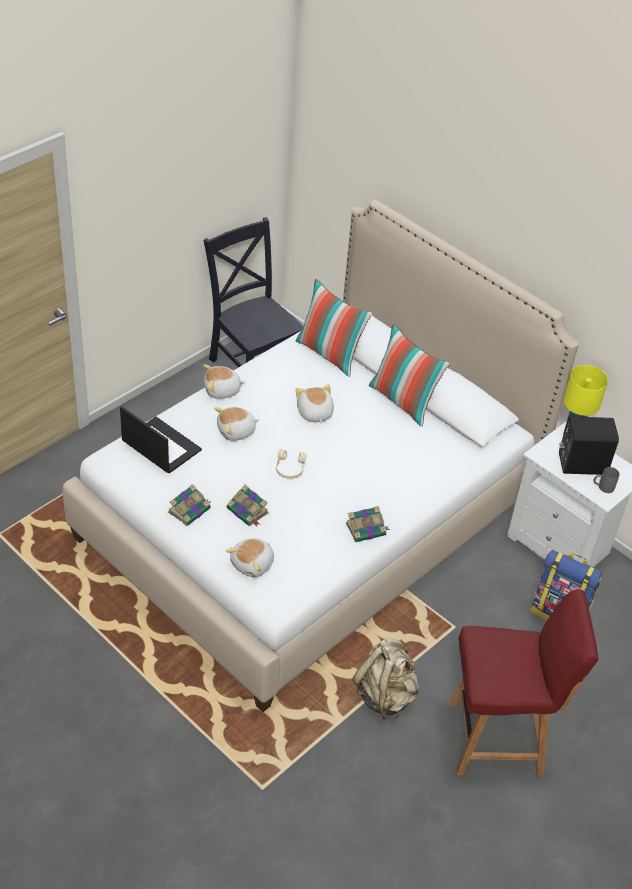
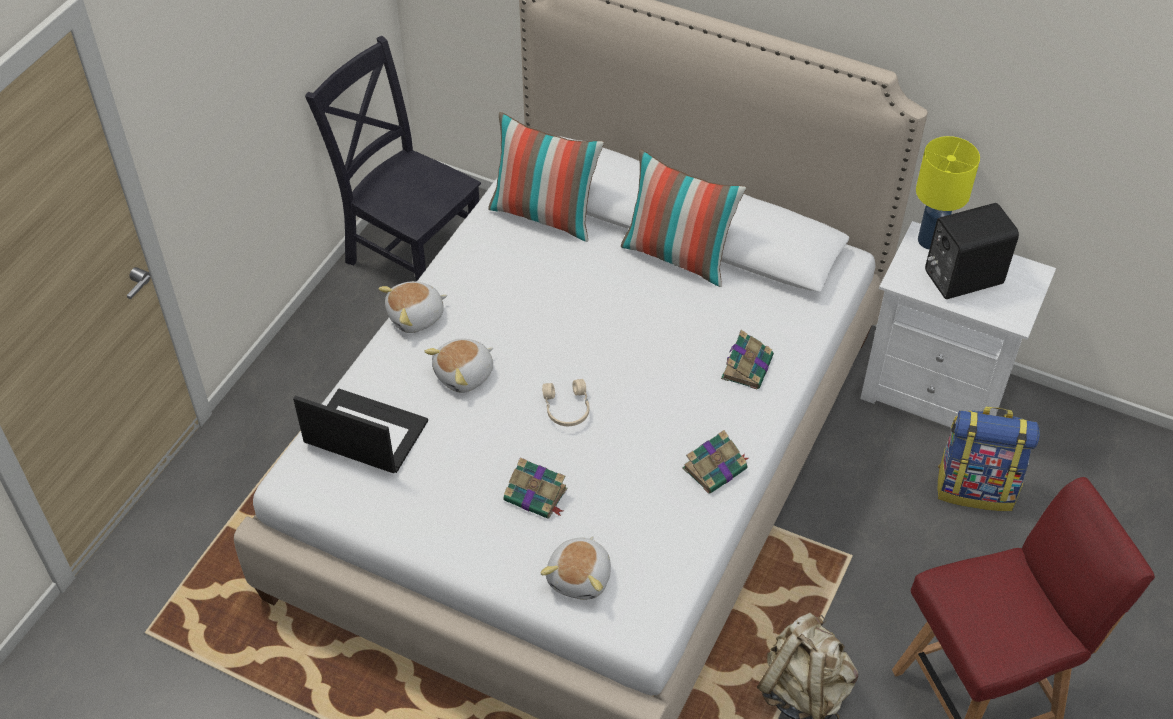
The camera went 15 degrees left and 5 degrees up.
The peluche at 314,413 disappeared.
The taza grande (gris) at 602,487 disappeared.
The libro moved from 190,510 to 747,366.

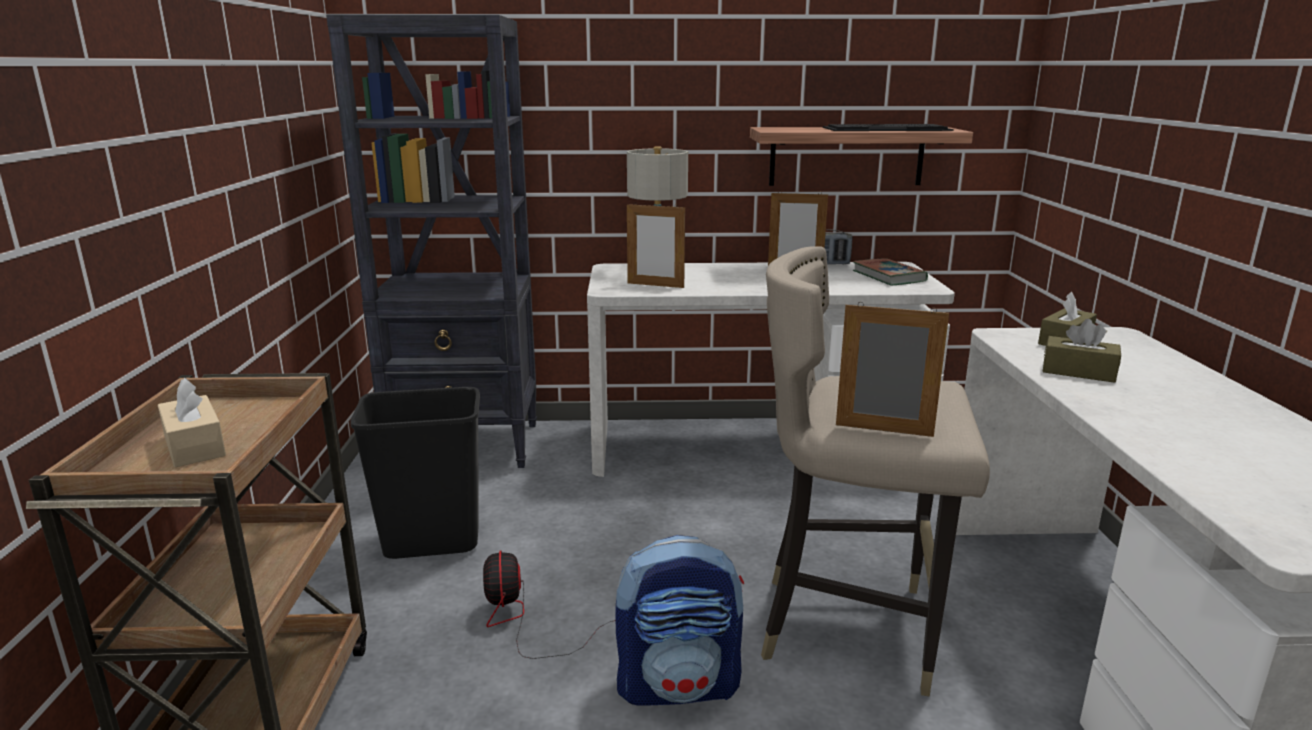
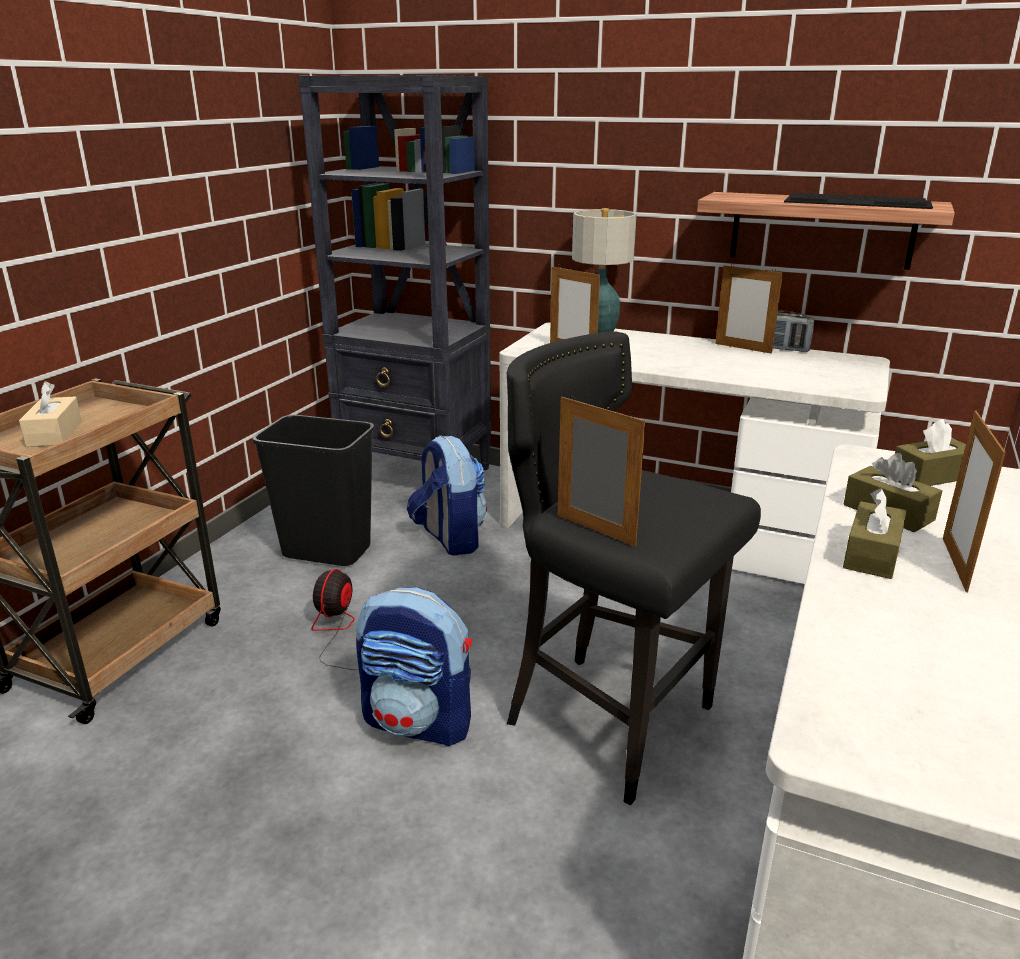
The camera went 25 degrees right and 5 degrees up.
The taburete (beis) at 849,628 became the taburete (negro) at 612,721.
The libro at 888,276 disappeared.
The portarretratos at 954,564 appeared.
The mochila at 449,538 appeared.
The caja de pañuelos (marrón) at 872,554 appeared.

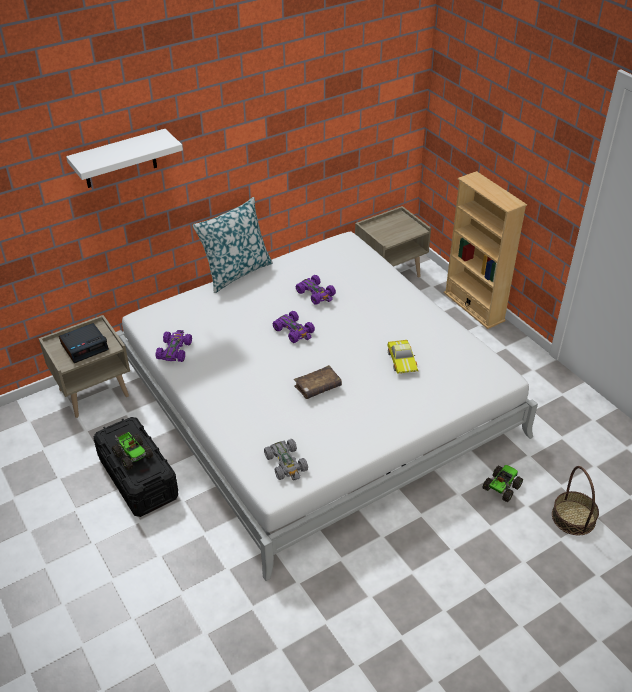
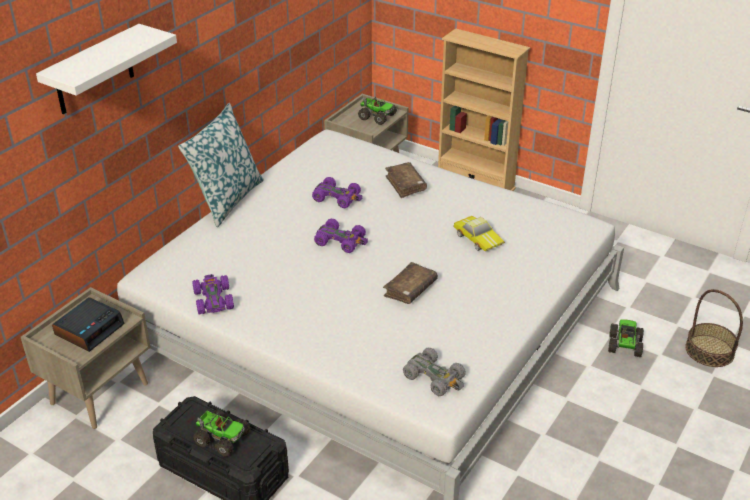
The camera went 25 degrees left and 5 degrees down.
The camión de juguete at 376,116 appeared.
The libro (marrón) at 405,184 appeared.

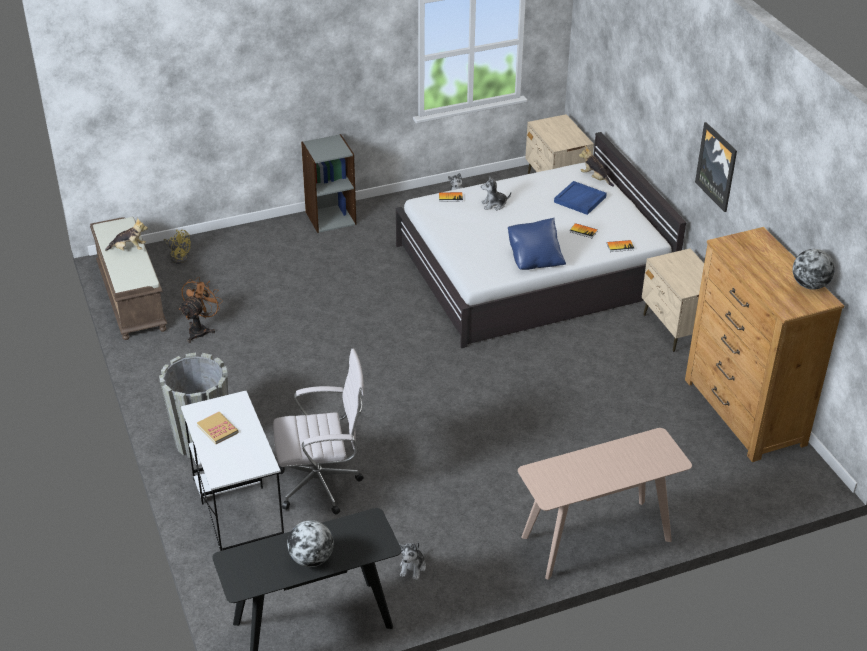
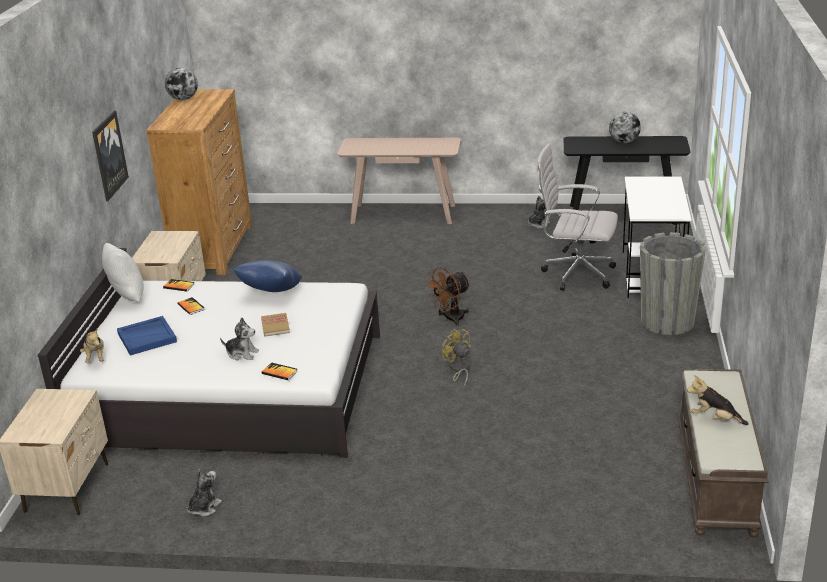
The camera went 150 degrees left and 10 degrees down.
The estantería (gris) at 330,218 disappeared.
The ventilador (amarillo) moved from 178,257 to 459,370.
The ventilador (marrón) moved from 201,330 to 450,319.
The libro moved from 217,429 to 275,326.
The cojín (blanco) at 126,297 appeared.

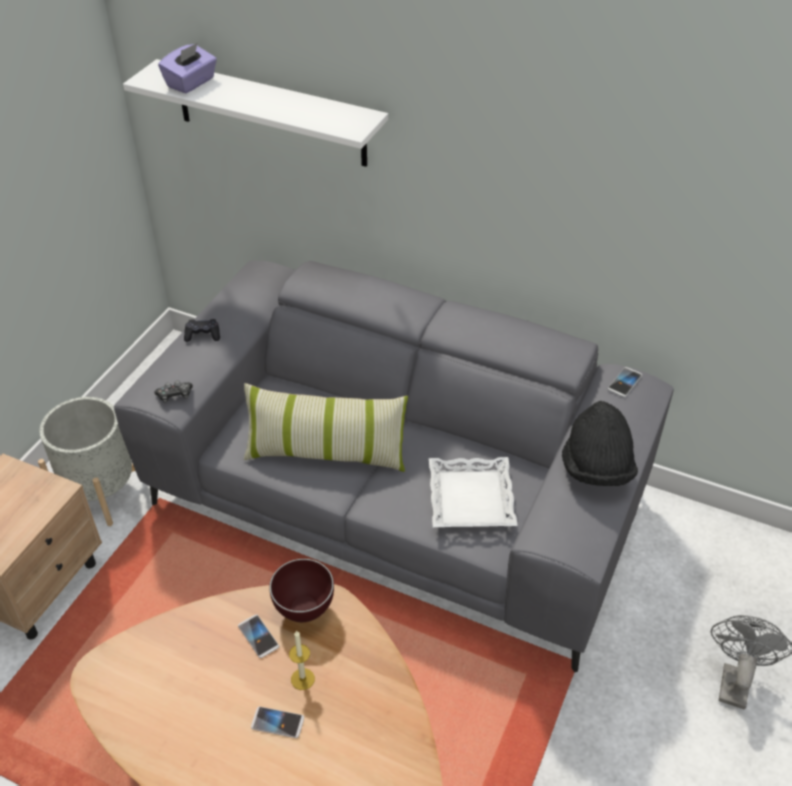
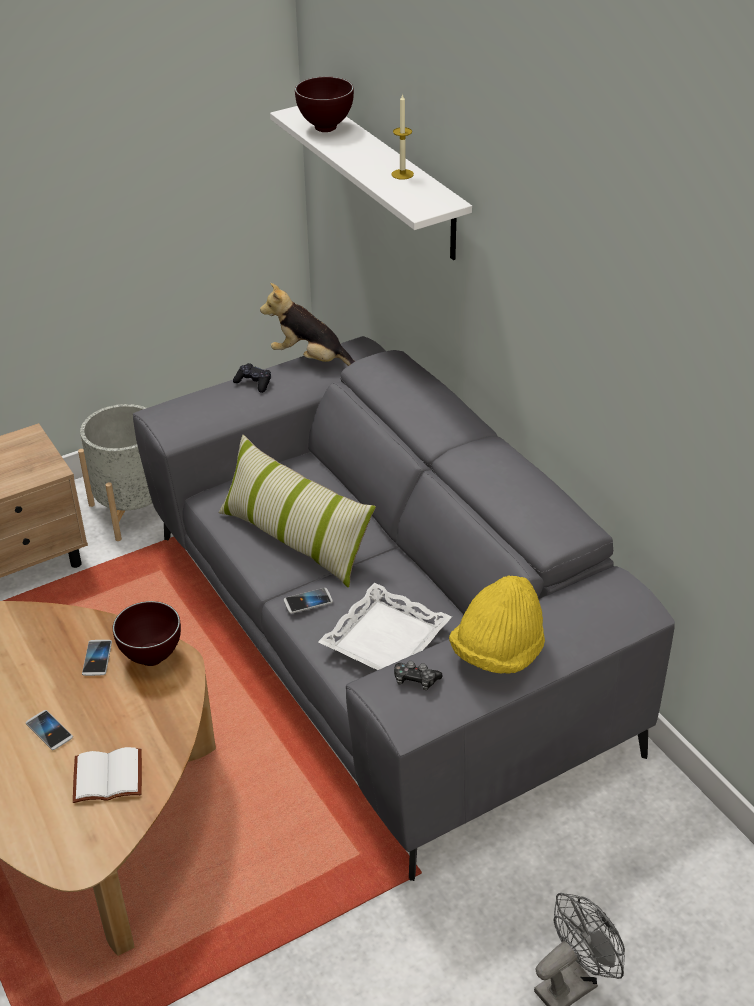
The camera went 35 degrees right and 5 degrees down.
The caja de pañuelos (morado) at 191,83 was replaced by the cuenco (marrón) at 326,128.
The móvil moved from 624,383 to 308,601.
The mando de consola moved from 175,395 to 415,680.
The sombrero (negro) at 596,468 became the sombrero (amarillo) at 498,653.
The vela moved from 302,679 to 402,174.
The peluche at 311,359 appeared.
The libro (blanco) at 106,779 appeared.

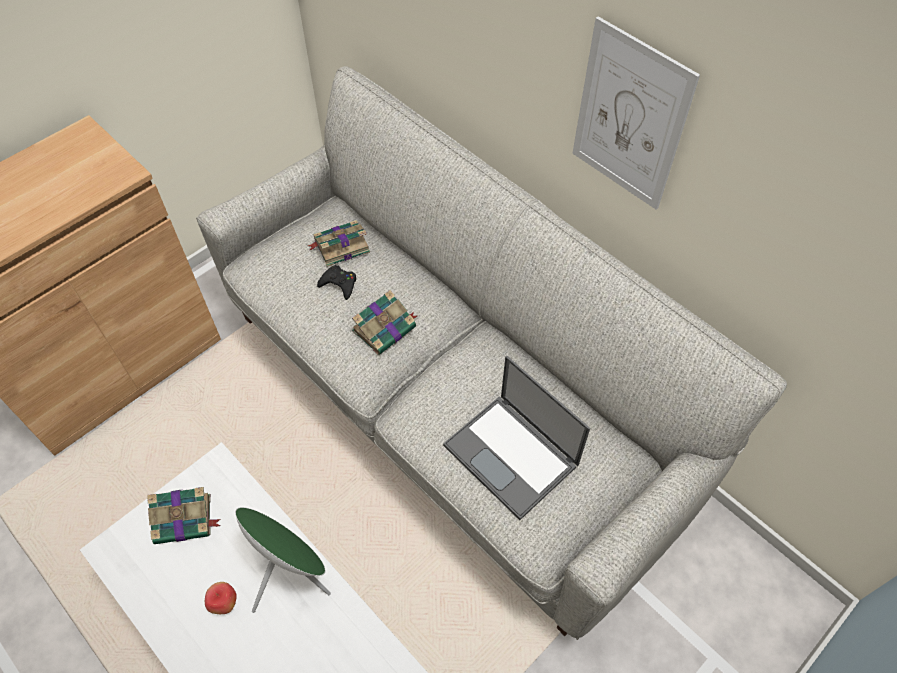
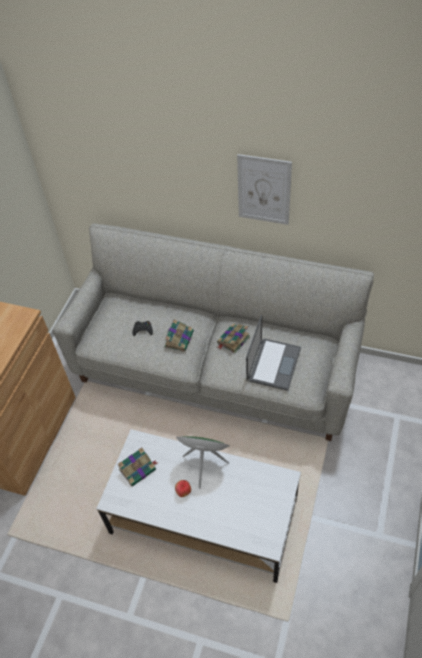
The camera went 25 degrees left and 5 degrees down.
The libro moved from 340,246 to 233,340.
The portátil at 512,456 turned 90 degrees counterclockwise.

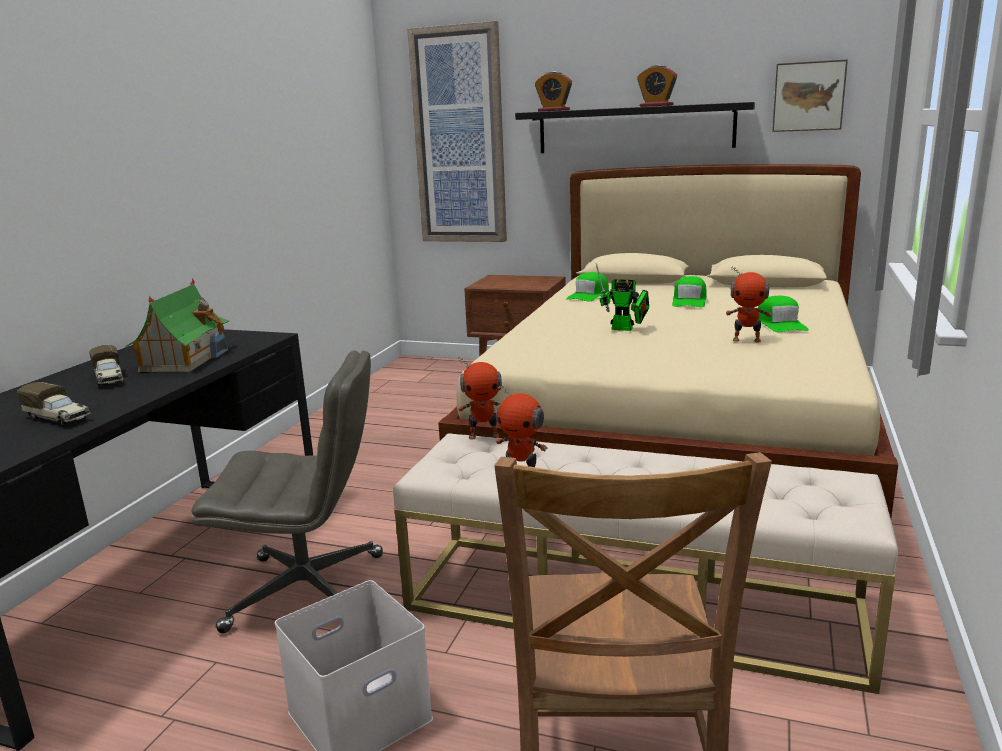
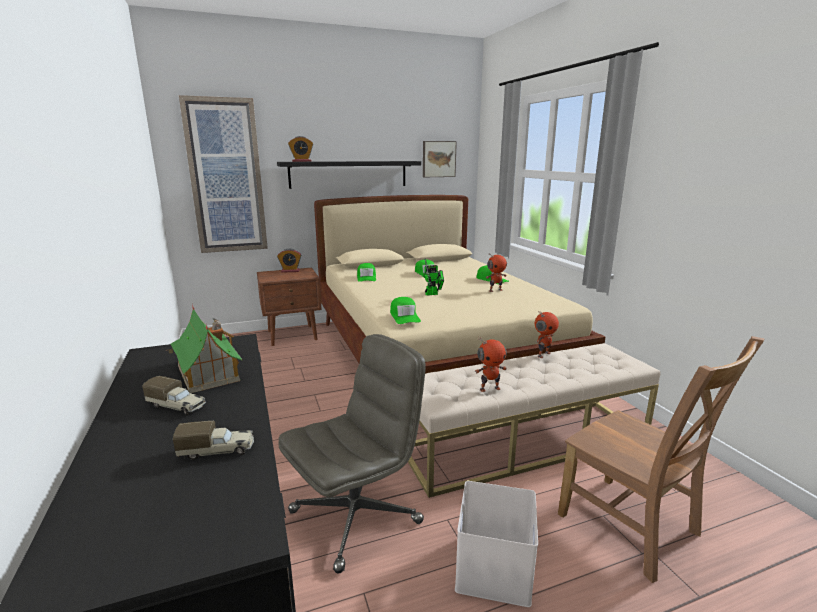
The camera went 40 degrees left and 0 degrees up.
The despertador moved from 656,106 to 290,271.
The robot de juguete moved from 483,436 to 543,354.
The gorra (verde) at 404,316 appeared.

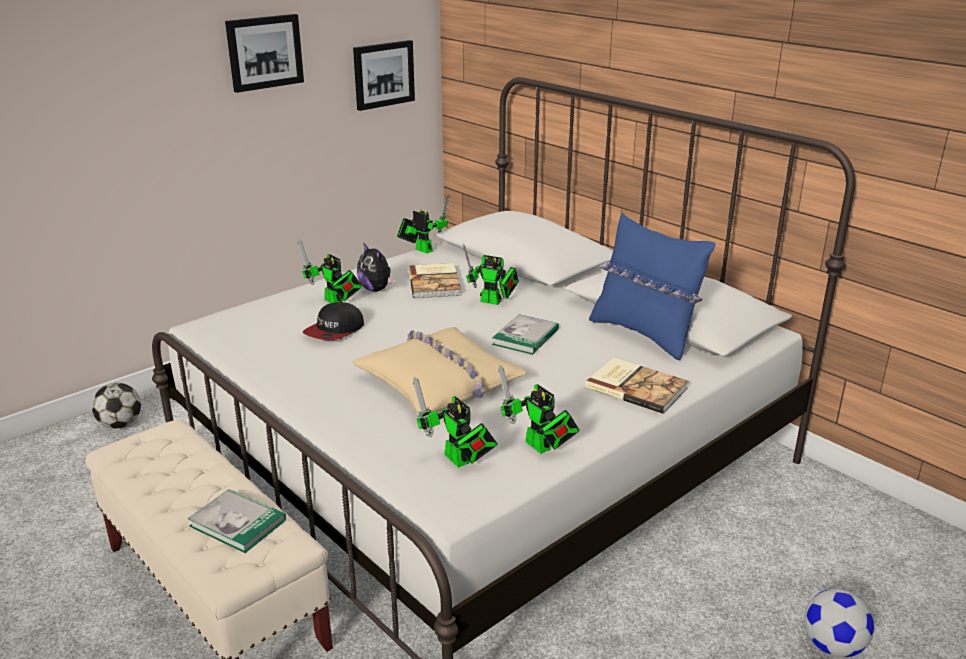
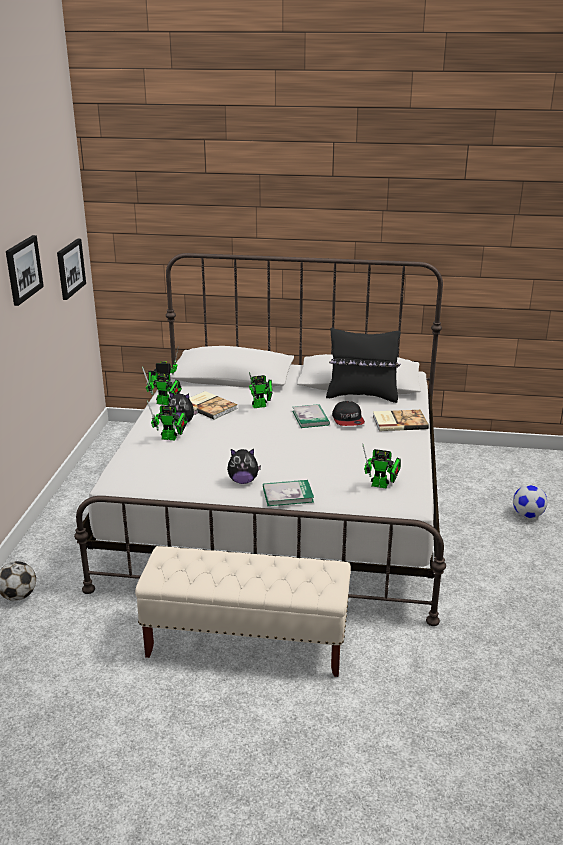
The camera went 40 degrees left and 0 degrees up.
The cojín (azul) at 644,334 became the cojín (negro) at 362,395.
The gorra moved from 335,330 to 348,420.
The cojín (beis) at 440,383 disappeared.
The robot de juguete moved from 540,448 to 165,403.
The libro moved from 238,523 to 288,495.
The peluche at 243,481 appeared.

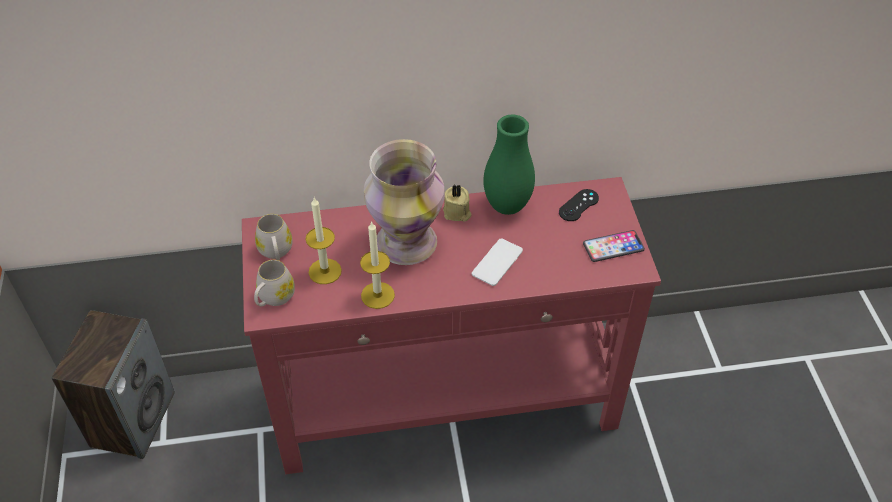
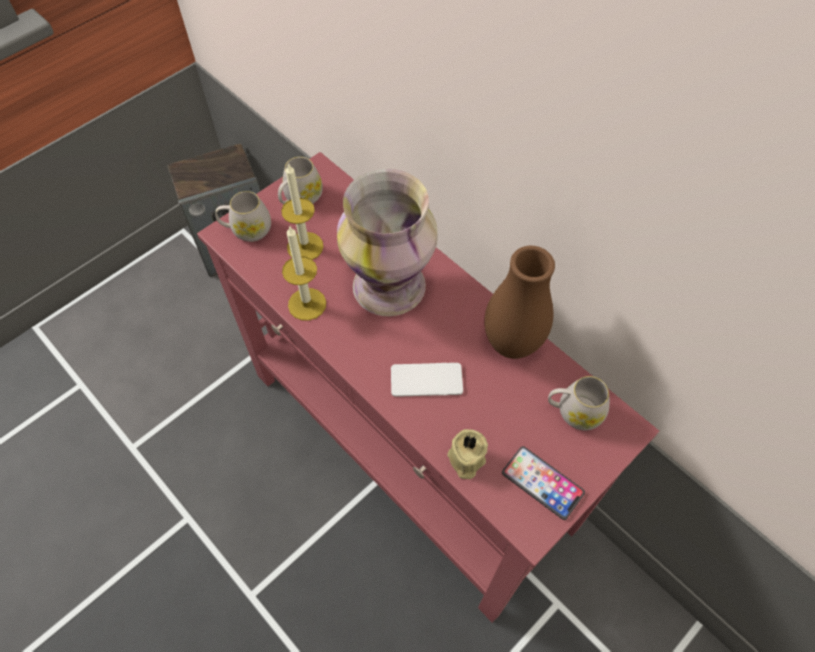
The camera went 55 degrees right and 10 degrees up.
The florero (verde) at 507,206 became the florero (marrón) at 512,343.
The vela (beis) moved from 457,213 to 465,460.
The mando de consola (negro) at 578,205 was replaced by the taza grande (blanco) at 574,411.

